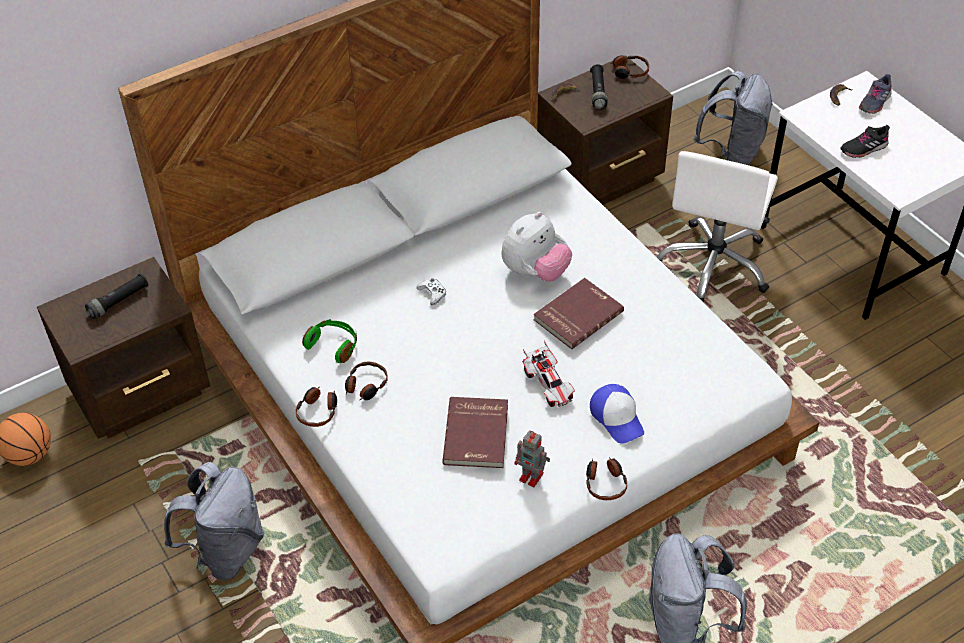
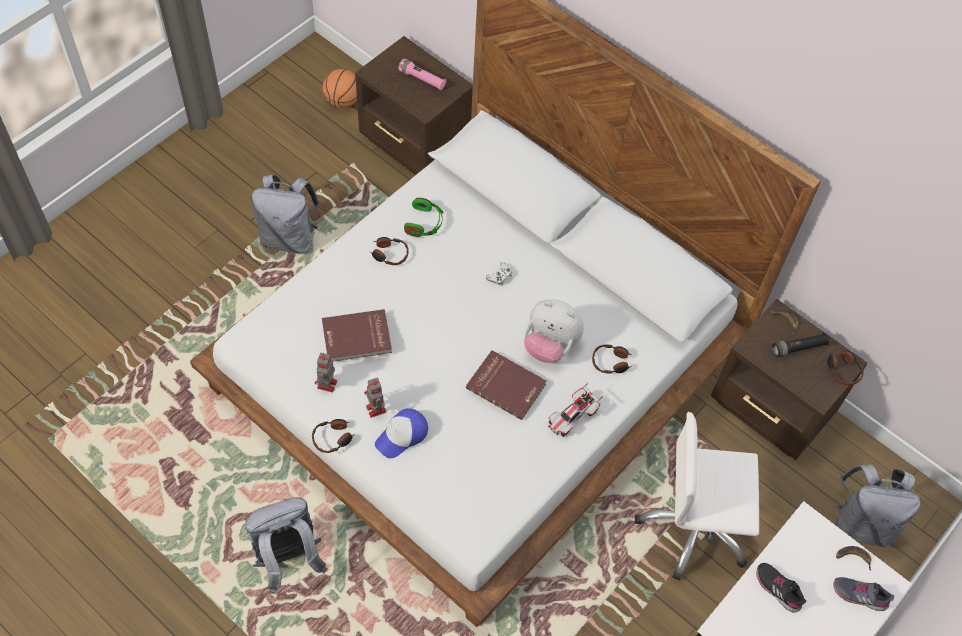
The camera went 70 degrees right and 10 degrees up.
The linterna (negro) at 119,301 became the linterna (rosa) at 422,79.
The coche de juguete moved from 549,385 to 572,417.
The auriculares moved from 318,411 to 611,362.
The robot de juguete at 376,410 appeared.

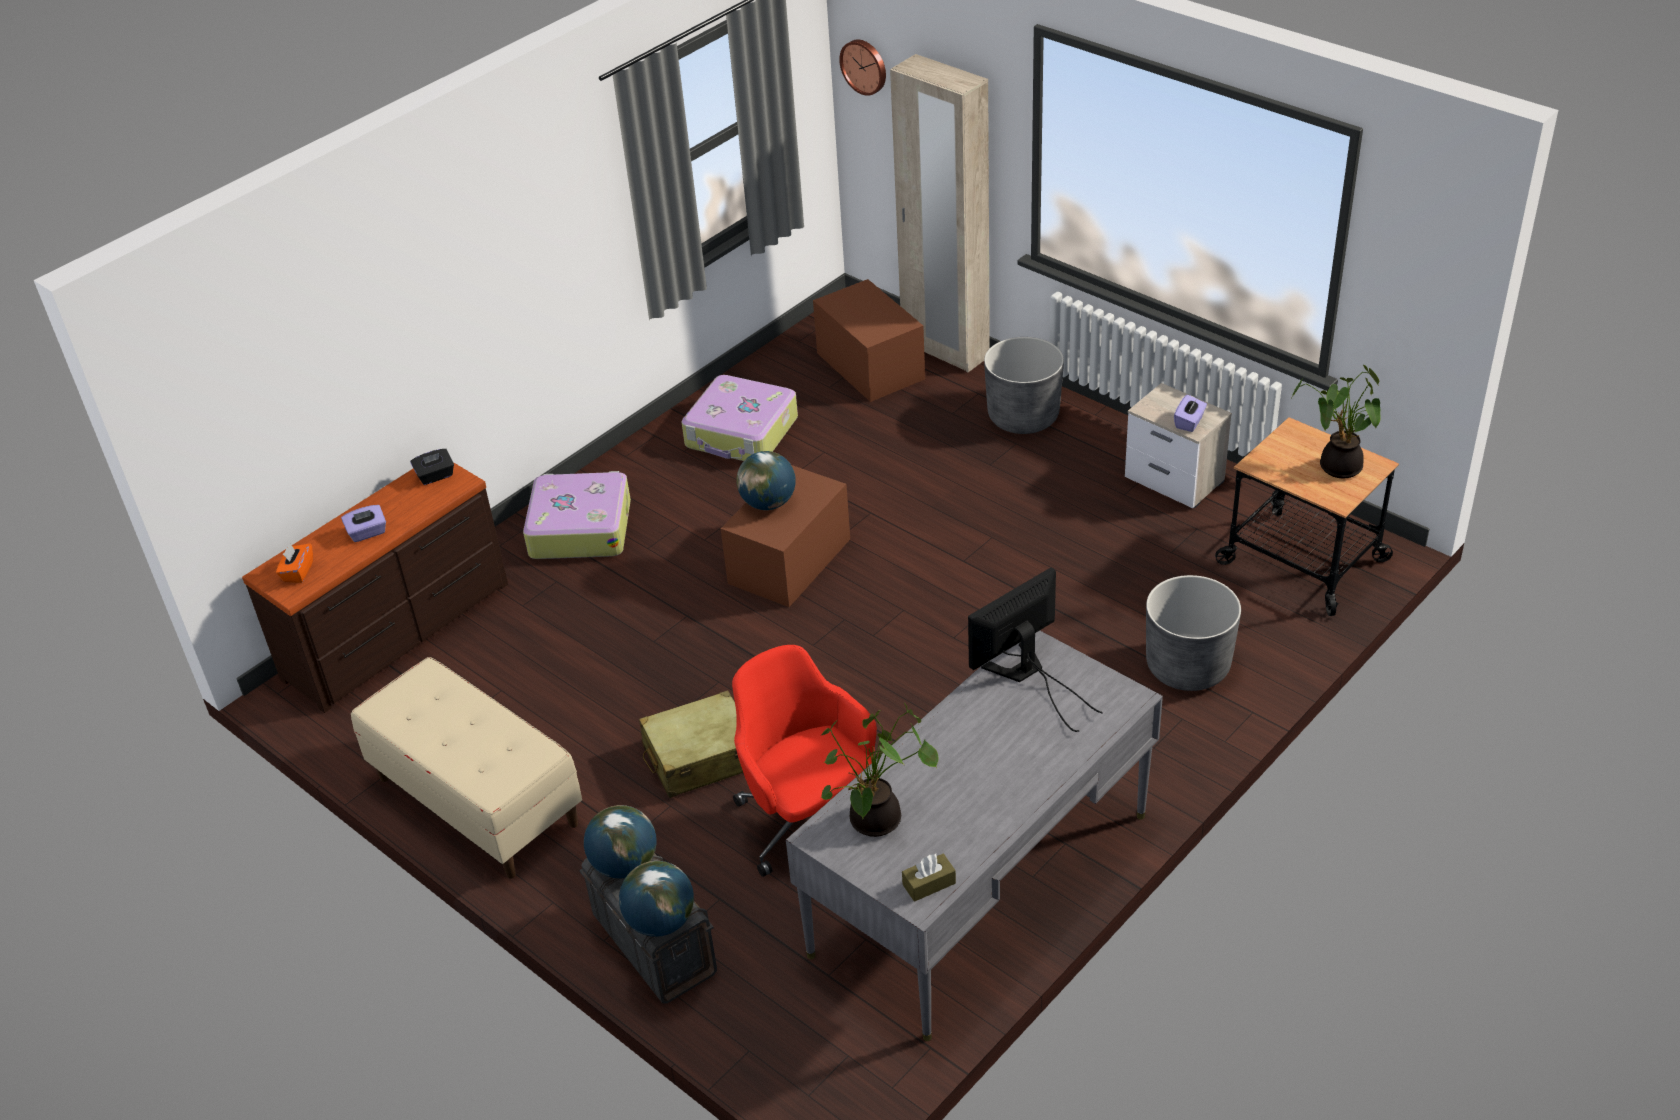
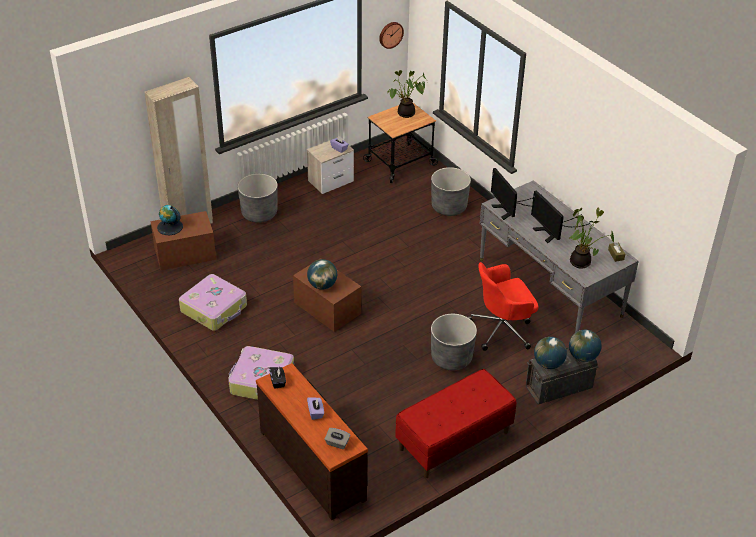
The camera went 80 degrees left and 0 degrees up.
The reloj de pared moved from 864,66 to 390,34.
The caja de pañuelos (naranja) at 298,572 became the caja de pañuelos (gris) at 337,443.
The banco (beis) at 476,801 became the banco (rojo) at 454,441.
The maleta (beis) at 700,757 was replaced by the maceta (gris) at 451,358.
The monitor at 553,231 appeared.
The globo terráqueo at 170,227 appeared.

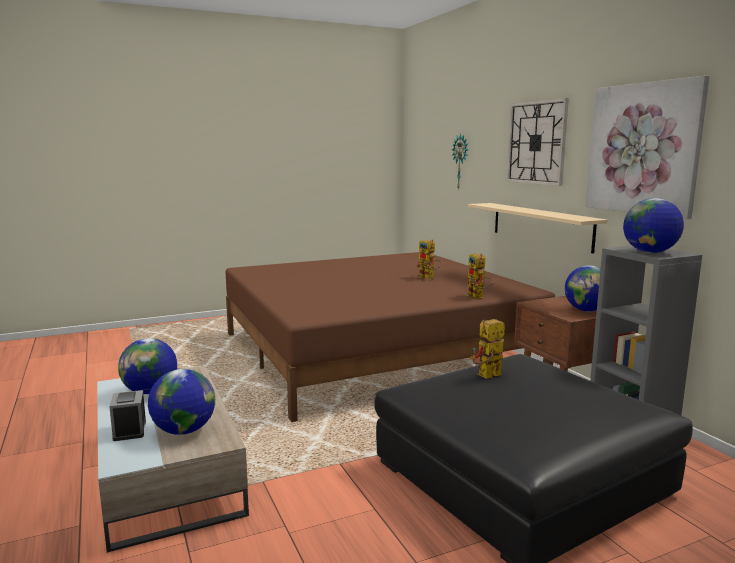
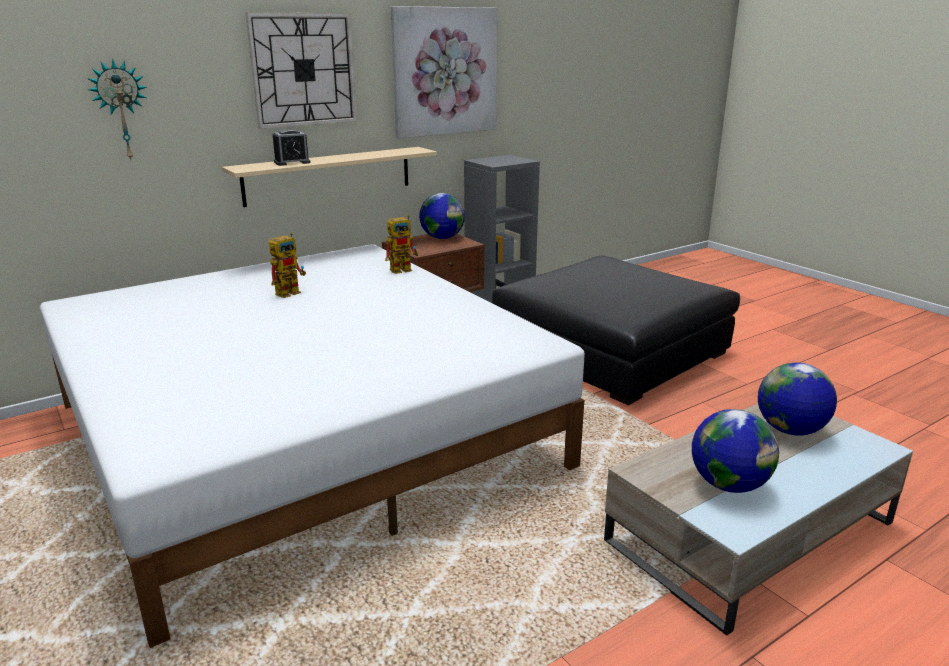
The camera went 100 degrees left and 10 degrees up.
The globo terráqueo at 649,252 disappeared.
The cama (marrón) at 375,351 became the cama (blanco) at 304,434.
The robot de juguete at 486,376 disappeared.
The despertador moved from 129,430 to 292,162.

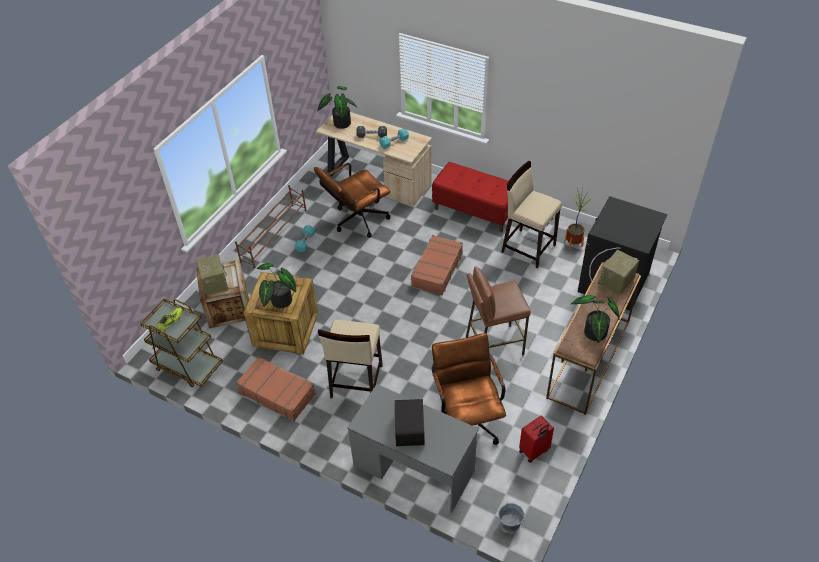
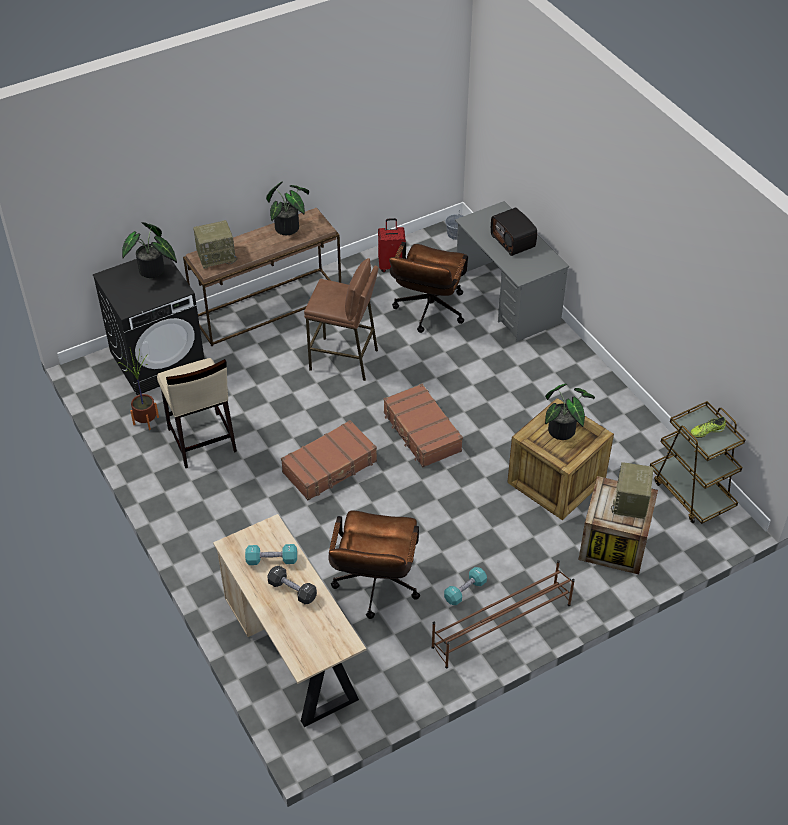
The camera went 150 degrees left and 0 degrees up.
The planta en maceta moved from 340,123 to 153,272.
The banco (rojo) at 474,210 disappeared.
The silla de oficina (marrón) at 356,221 turned 105 degrees clockwise.
The taburete (beis) at 356,382 disappeared.
The maleta (marrón) moved from 277,393 to 421,432.
The radio at 410,430 turned 120 degrees clockwise.

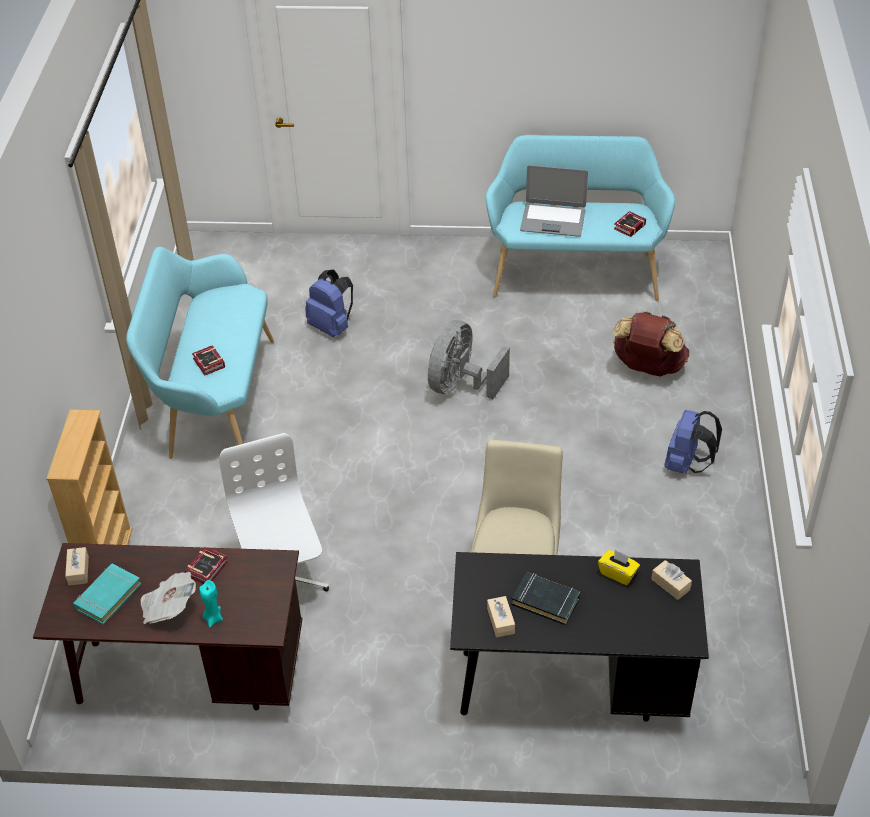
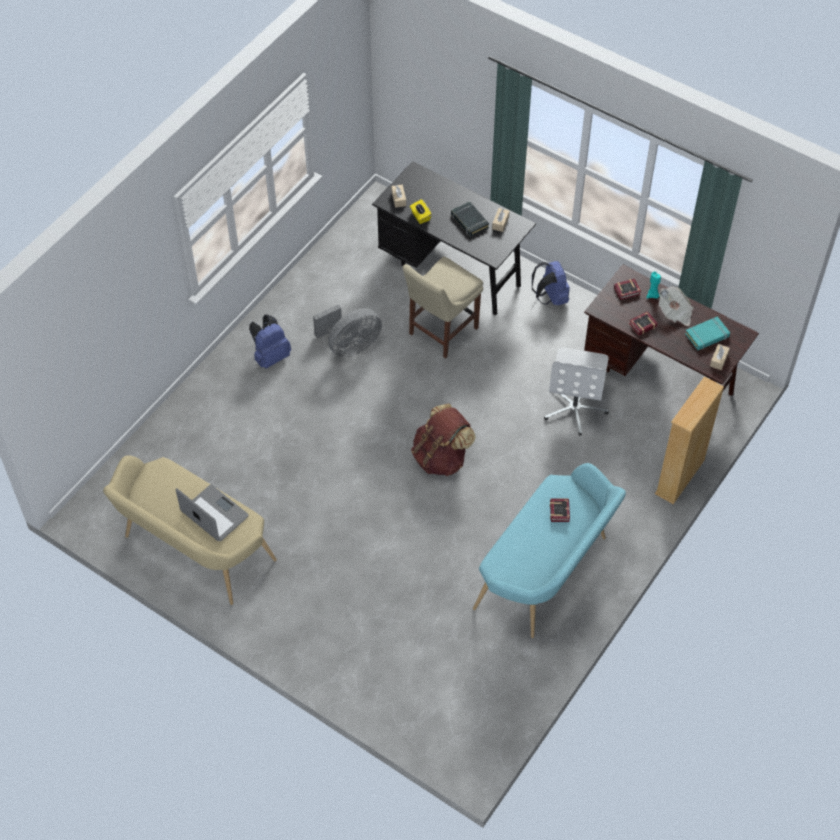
The camera went 150 degrees left and 10 degrees up.
The banco (turquesa) at 574,271 became the banco (beis) at 193,552.
The libro moved from 628,227 to 628,291.
The mochila (azul) moved from 332,326 to 550,298.
The mochila (marrón) moved from 648,367 to 441,457.
The ventilador (gris) moved from 461,385 to 350,346.

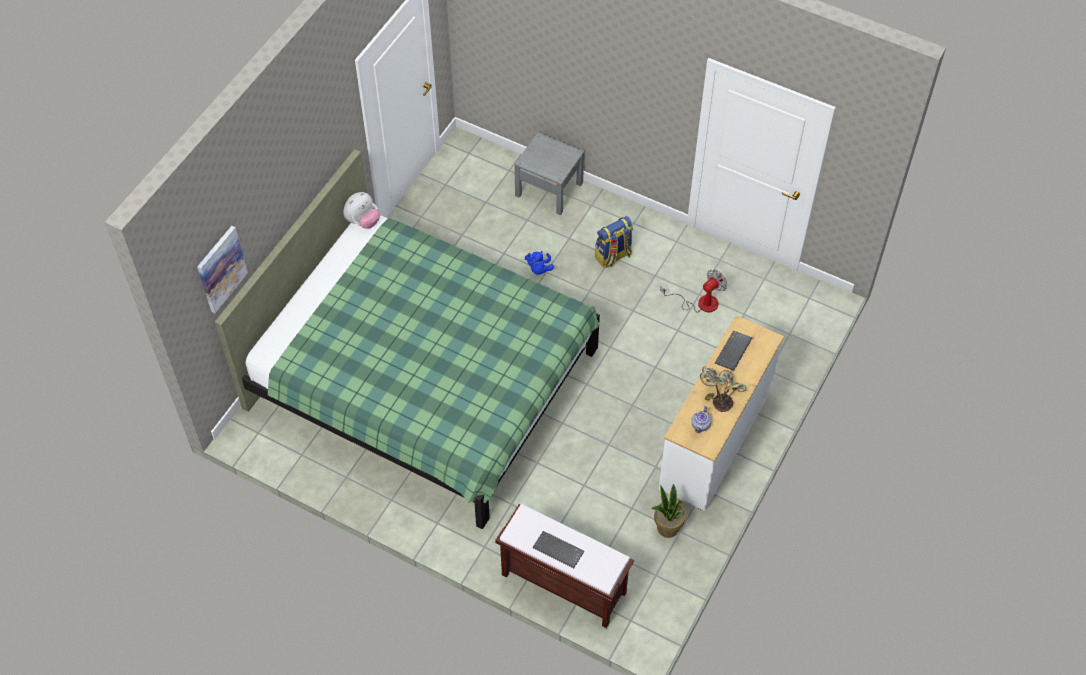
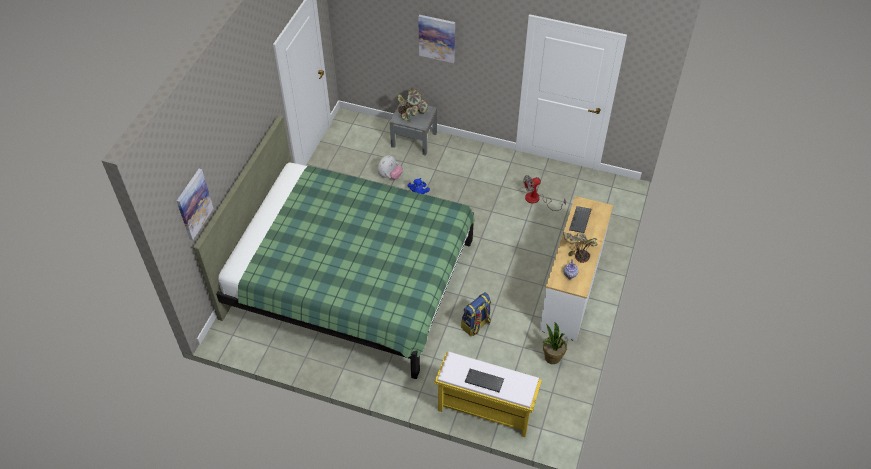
The camera went 10 degrees left and 5 degrees down.
The peluche moved from 363,221 to 390,176.
The mochila moved from 613,256 to 476,325.
The ventilador at 700,303 turned 150 degrees counterclockwise.
The banco (marrón) at 562,584 became the banco (amarillo) at 484,410.
The cuadro at 437,38 appeared.
The planta en maceta at 411,112 appeared.

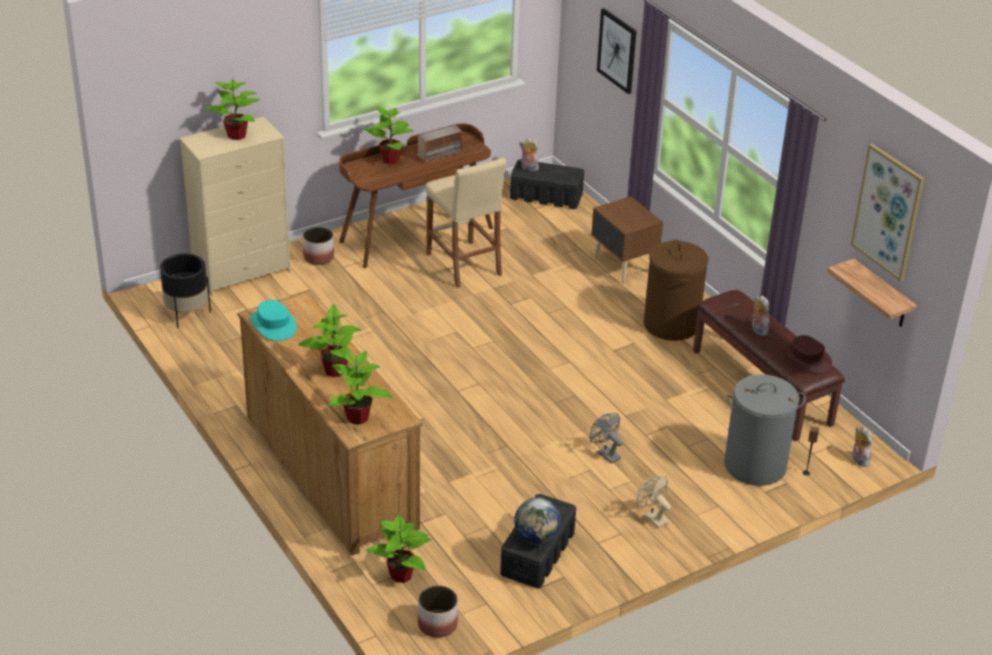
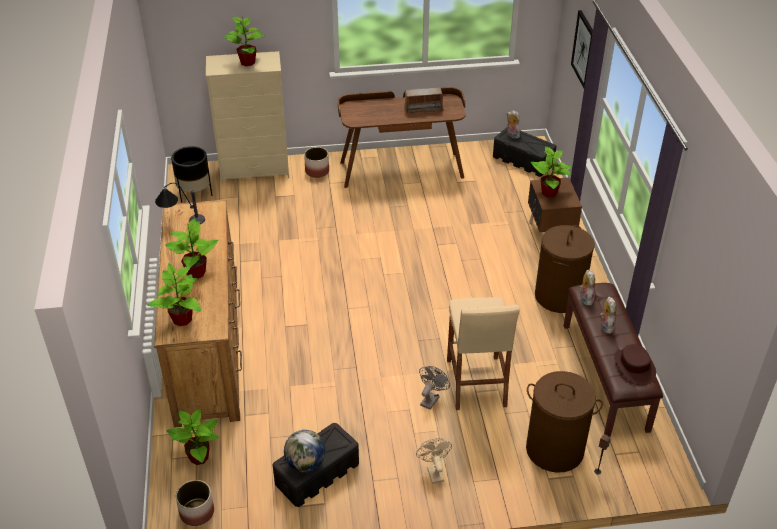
The camera went 25 degrees right and 5 degrees up.
The planta en maceta moved from 391,160 to 549,193.
The cuadro at 888,212 disappeared.
The taburete (beis) moved from 464,264 to 476,383.
The estante at 881,295 disappeared.
The sombrero (turquesa) at 273,325 was replaced by the lámpara de mesa at 180,221.
The cesto de la ropa (gris) at 755,465 became the cesto de la ropa (marrón) at 555,449.
The ventilador (gris) at 605,454 turned 45 degrees clockwise.
The peluche moved from 858,460 to 585,298.

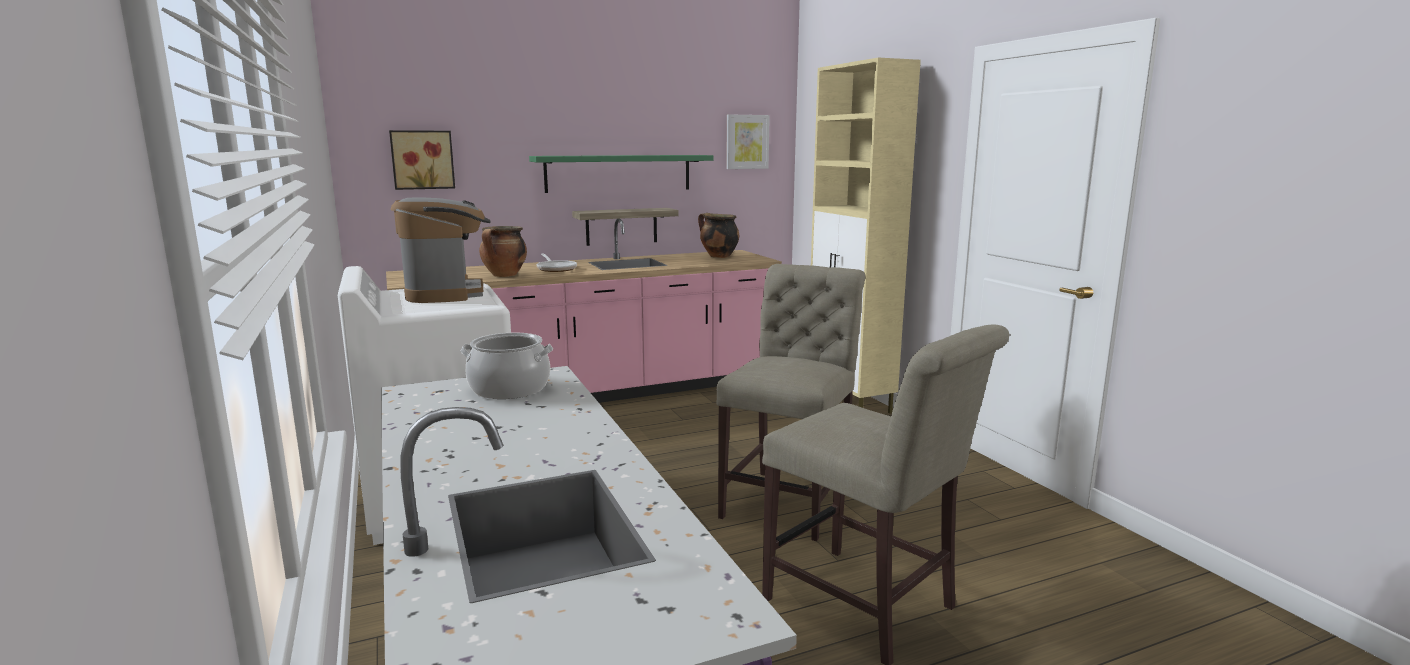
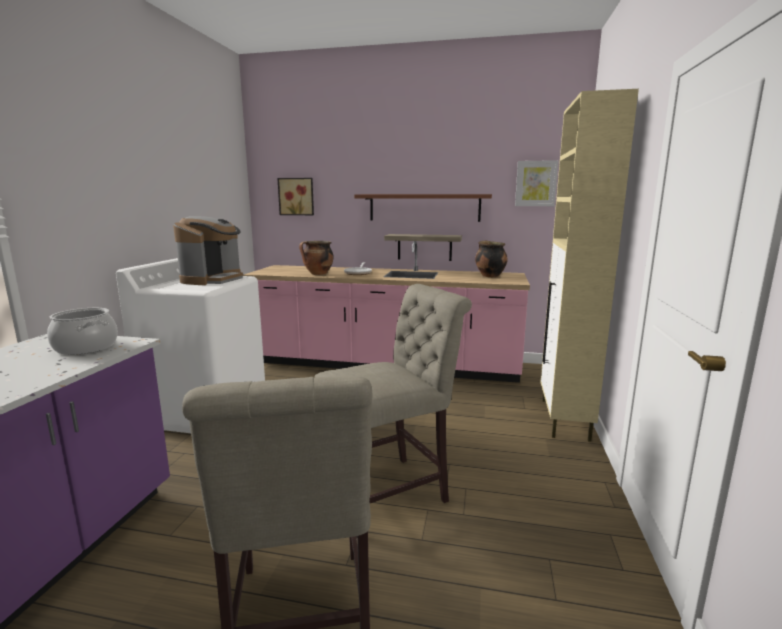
The camera went 35 degrees right and 0 degrees up.
The estante (verde) at 618,173 became the estante (marrón) at 424,207.

